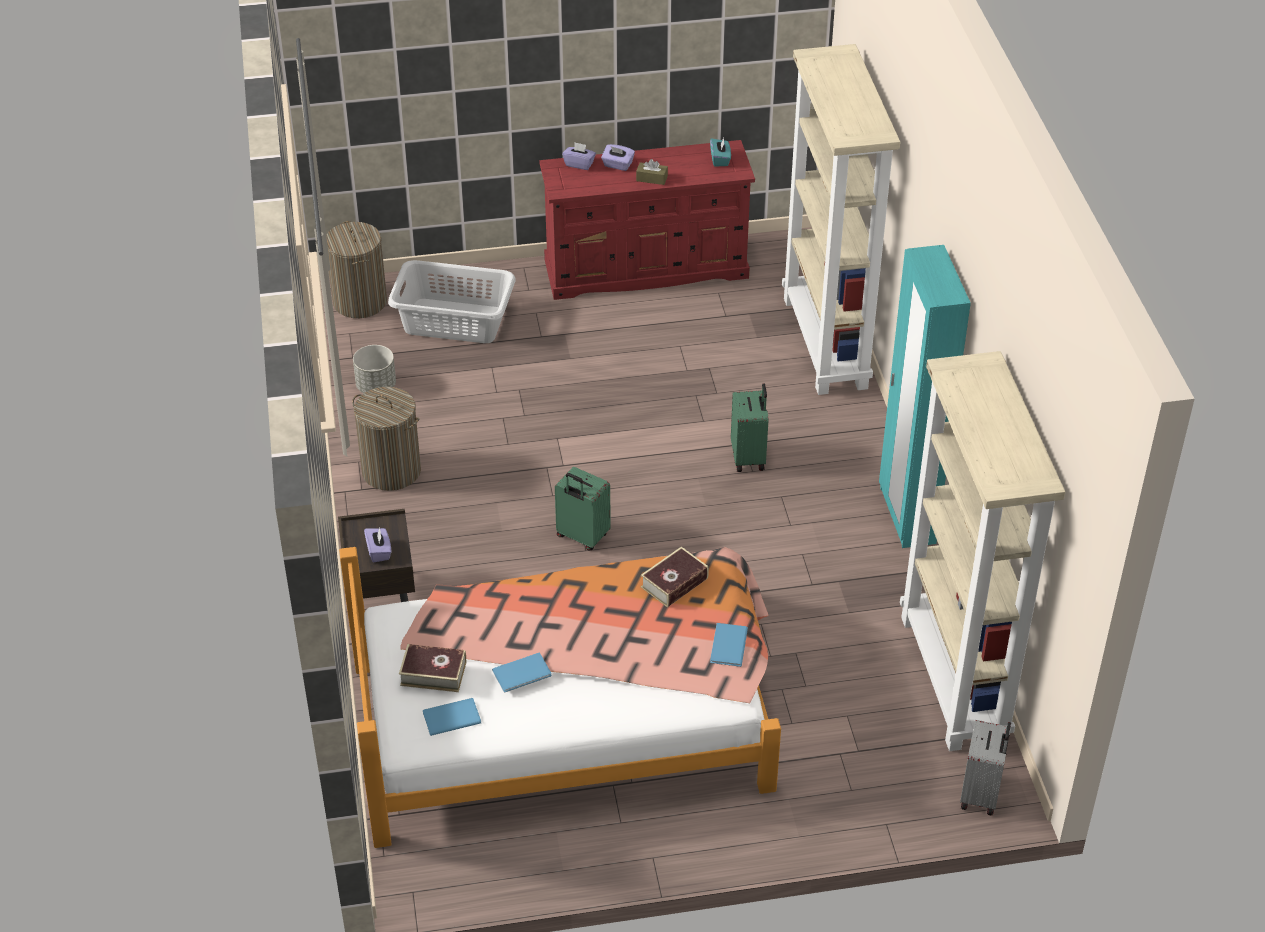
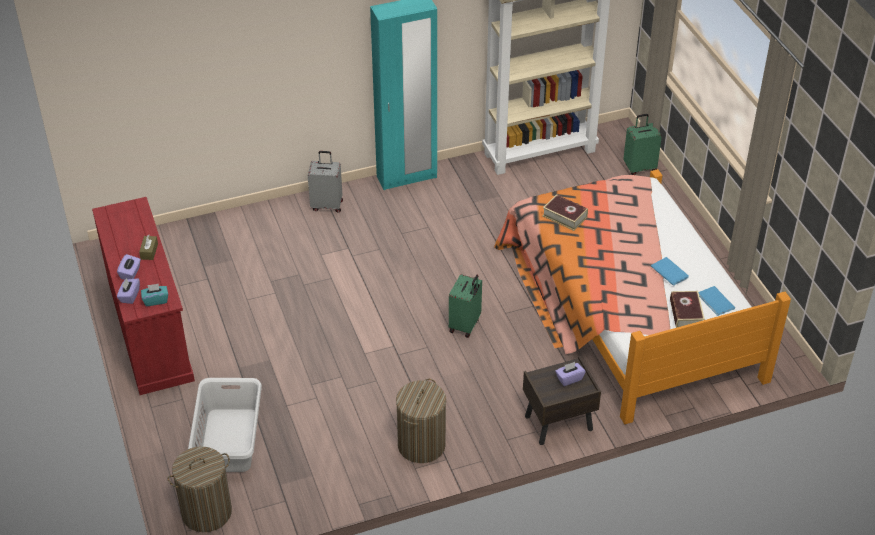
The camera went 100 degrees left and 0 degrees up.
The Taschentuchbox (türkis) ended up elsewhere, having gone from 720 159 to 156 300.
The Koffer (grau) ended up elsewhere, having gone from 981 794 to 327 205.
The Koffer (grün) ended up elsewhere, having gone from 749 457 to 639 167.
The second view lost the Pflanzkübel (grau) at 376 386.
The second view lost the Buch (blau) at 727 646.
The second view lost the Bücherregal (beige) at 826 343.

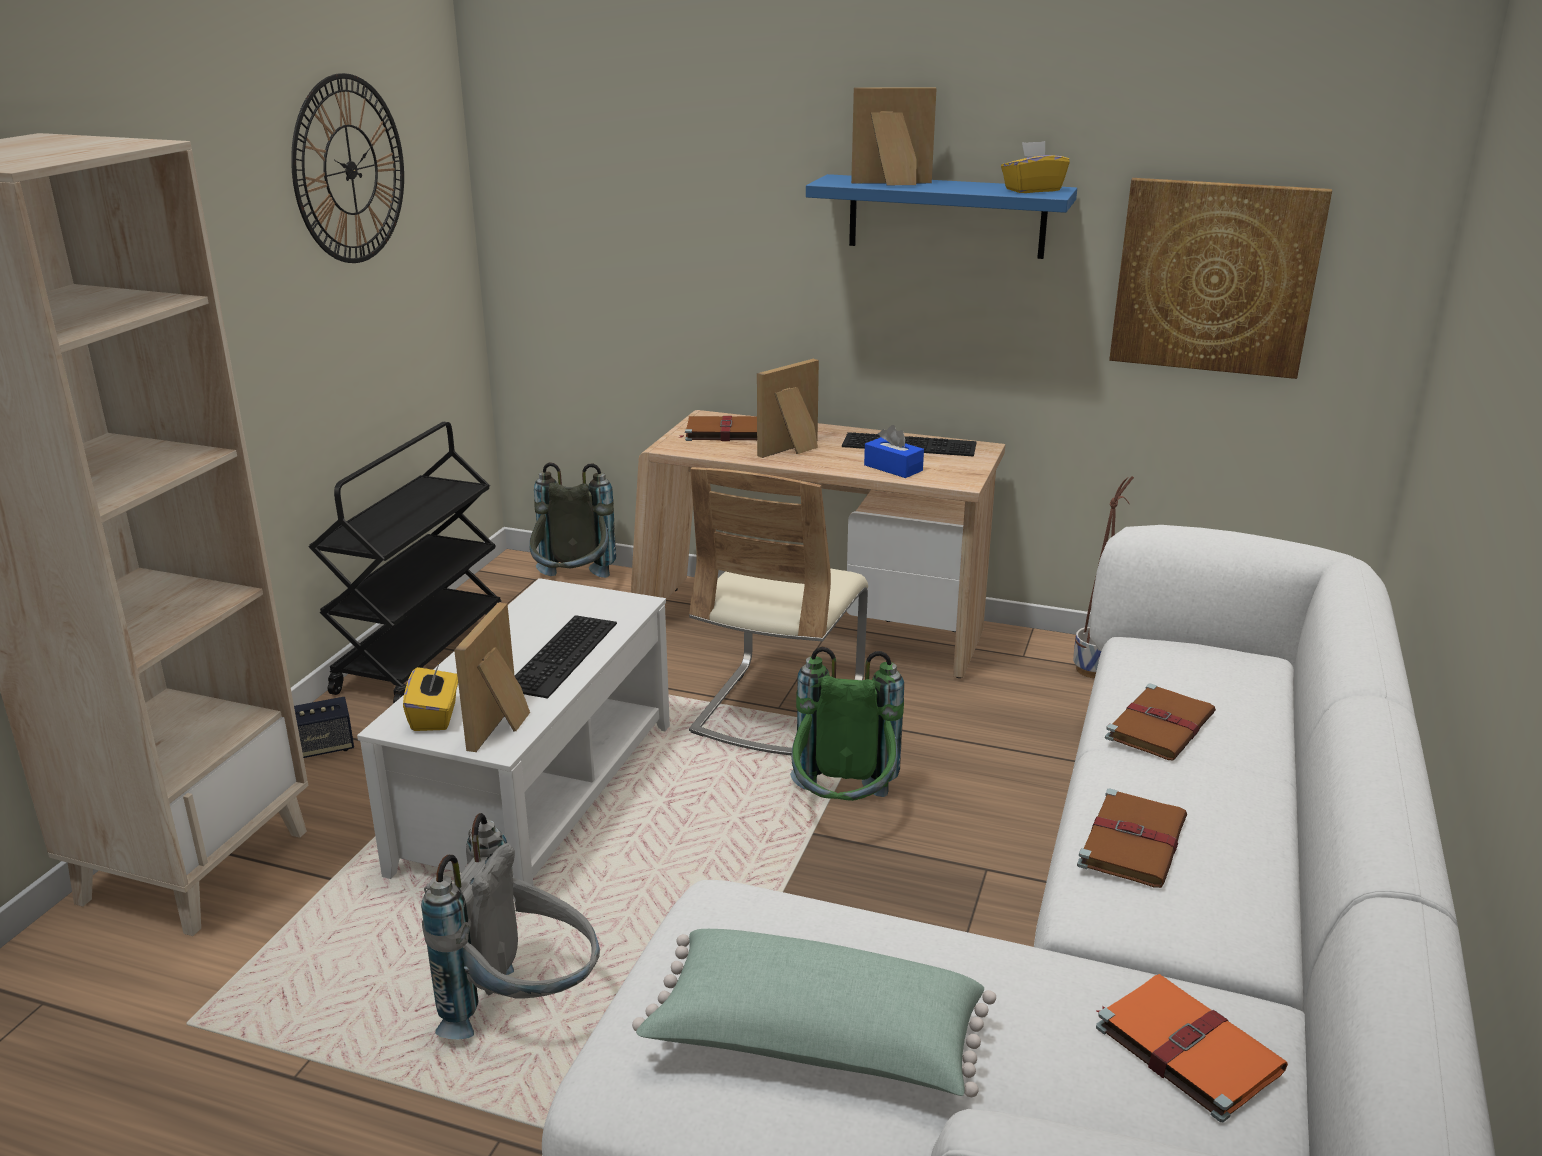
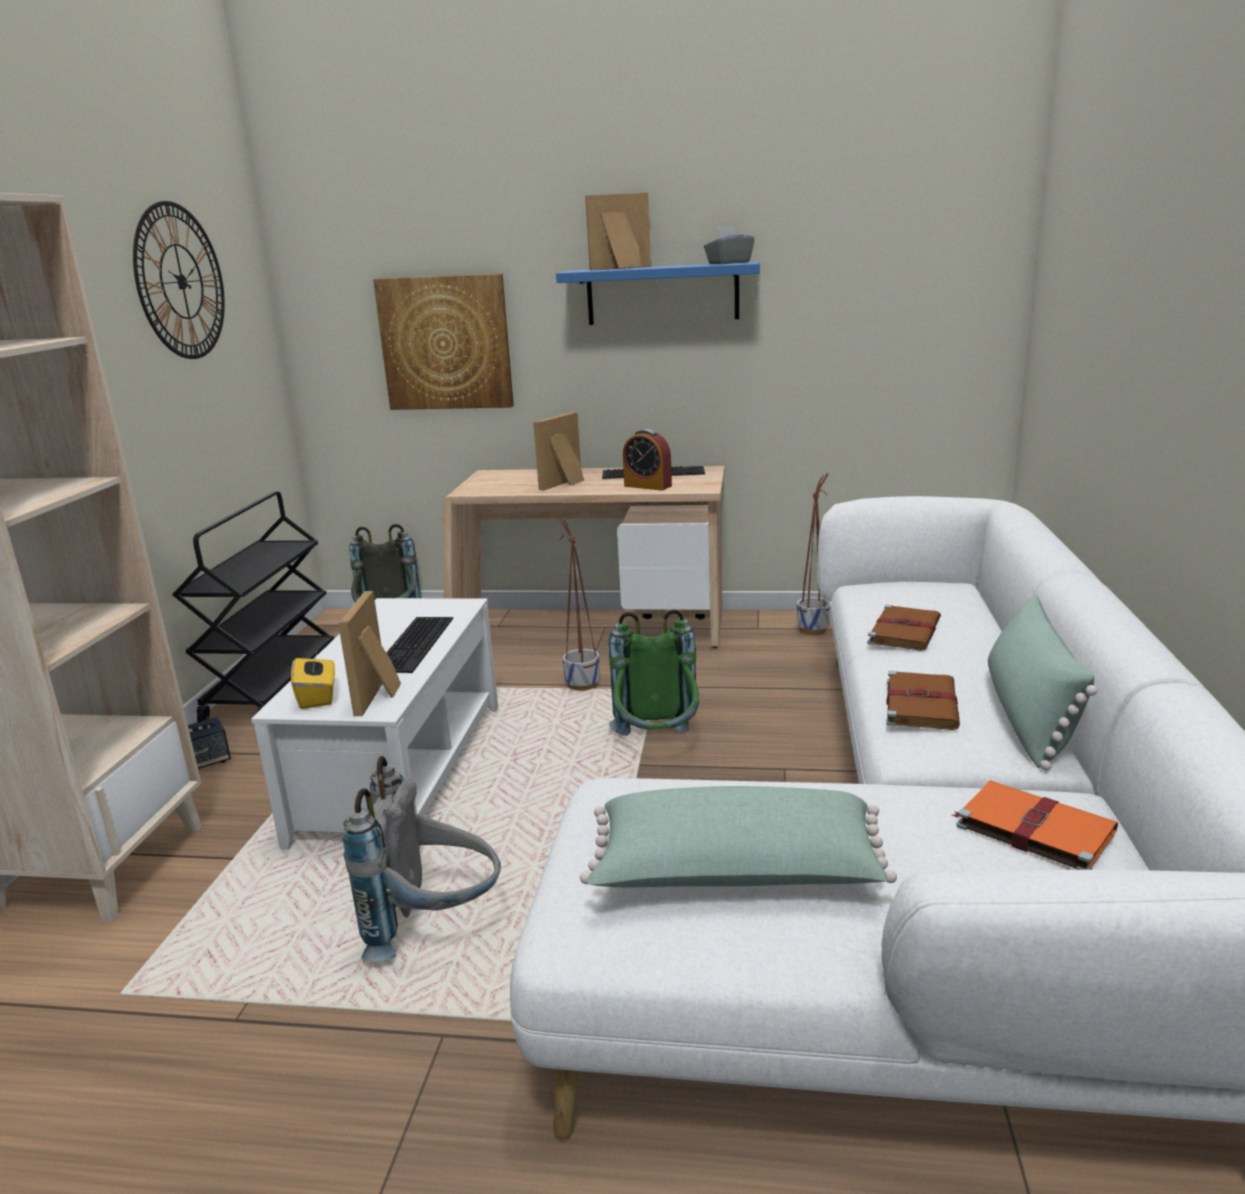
The camera went 10 degrees left and 5 degrees down.
The Bild ended up elsewhere, having gone from 1215 277 to 446 343.
Where the Stuhl (beige) stood at 778 709, the Pflanzkübel came to stand at 582 686.
Where the Taschentuchbox (blau) stood at 893 468, the Wecker came to stand at 647 486.
What was the Taschentuchbox (gelb) at 1032 190 turned into the Taschentuchbox (grau) at 728 263.
The second view gained the Kissen (grün) at 1029 716.
The second view lost the Buch (braun) at 724 432.

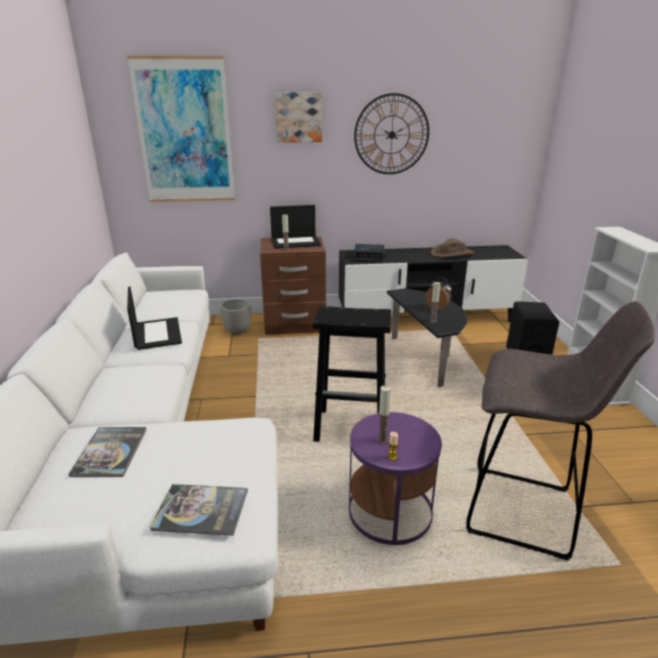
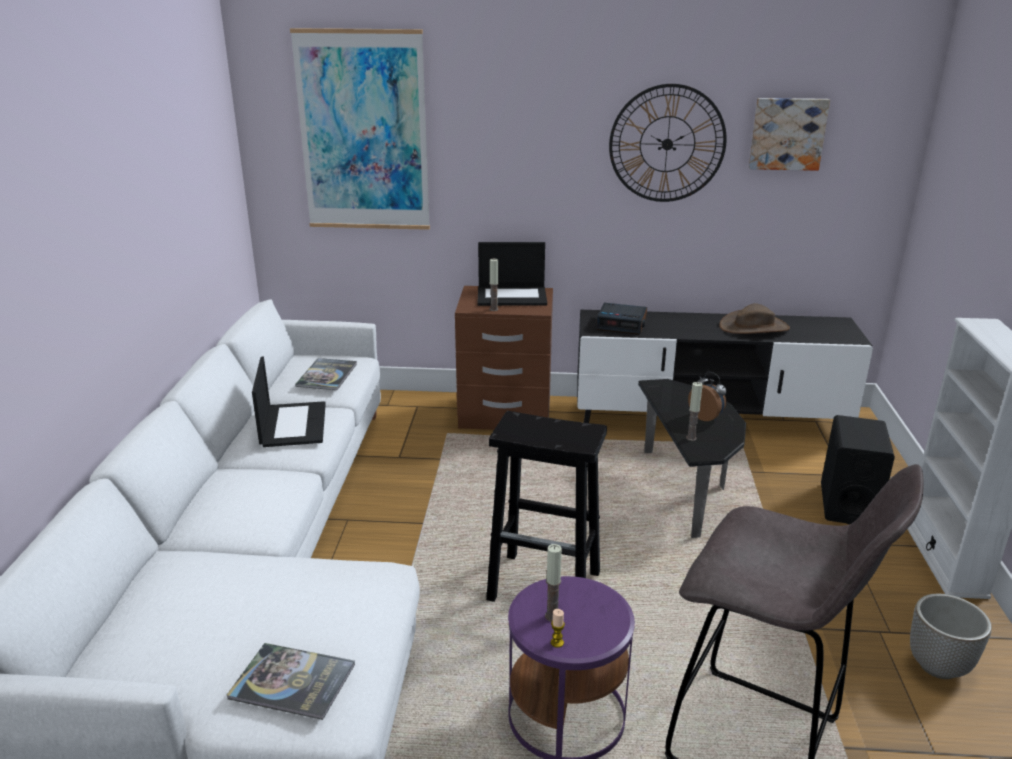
The camera went 10 degrees right and 0 degrees up.
The Buch ended up elsewhere, having gone from 110 452 to 327 375.
The Bild ended up elsewhere, having gone from 298 117 to 787 133.
The Pflanzkübel ended up elsewhere, having gone from 238 331 to 939 666.

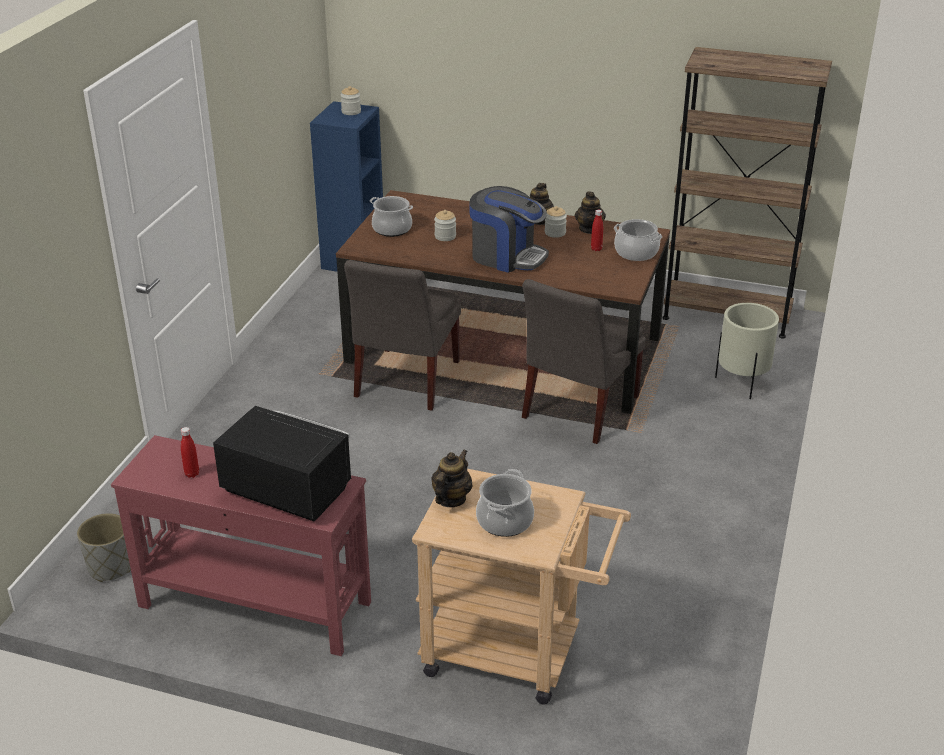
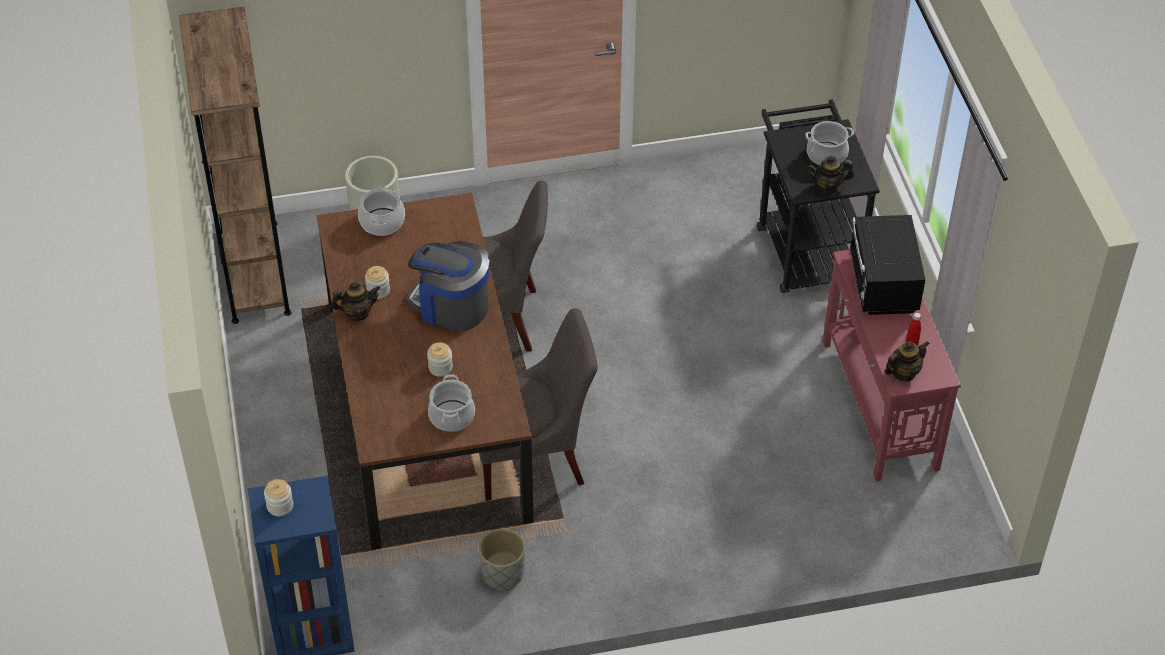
The camera went 120 degrees left and 15 degrees up.
The Kaffeemaschine at 507 256 ended up facing another way, 60 degrees counterclockwise from before.
The Pflanzkübel (grau) ended up elsewhere, having gone from 111 567 to 502 574.
What was the Rollwagen (beige) at 516 654 turned into the Rollwagen (schwarz) at 805 246.
The Teekanne ended up elsewhere, having gone from 589 229 to 903 373.
The second view lost the Flasche (rot) at 596 249.

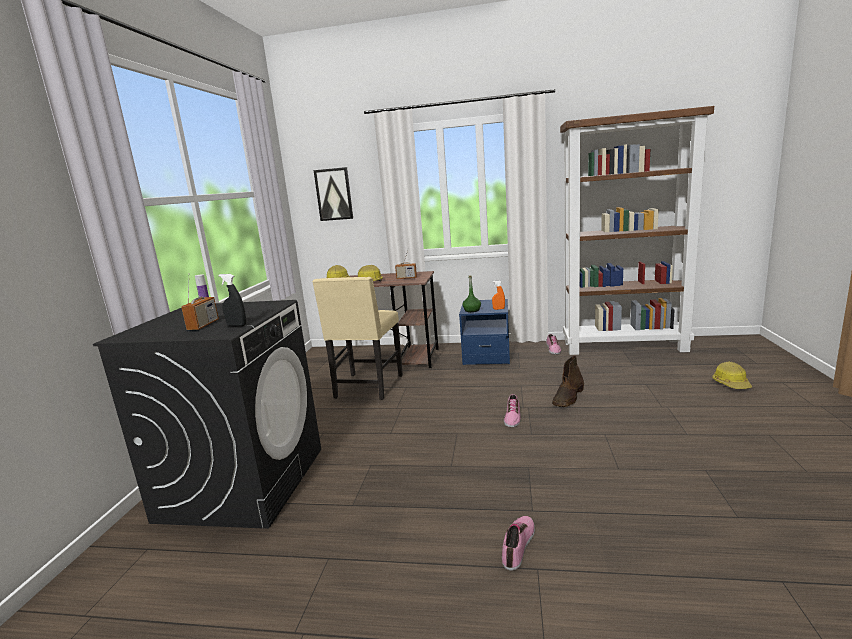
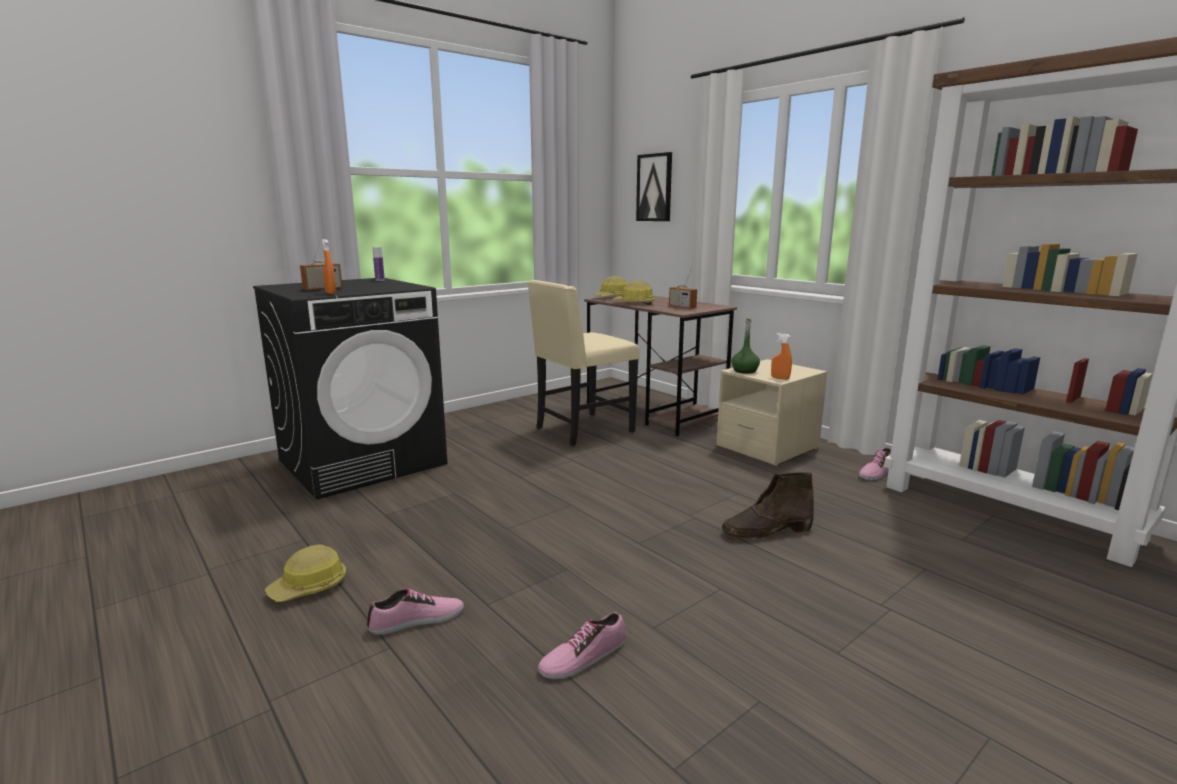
The camera went 40 degrees right and 0 degrees up.
The Schutzhelm ended up elsewhere, having gone from 731 384 to 309 587.
What was the Sprühflasche (schwarz) at 236 325 turned into the Sprühflasche (orange) at 330 293.
The Schuh ended up elsewhere, having gone from 512 417 to 583 656.
What was the Nachttisch (blau) at 486 356 turned into the Nachttisch (beige) at 767 447.

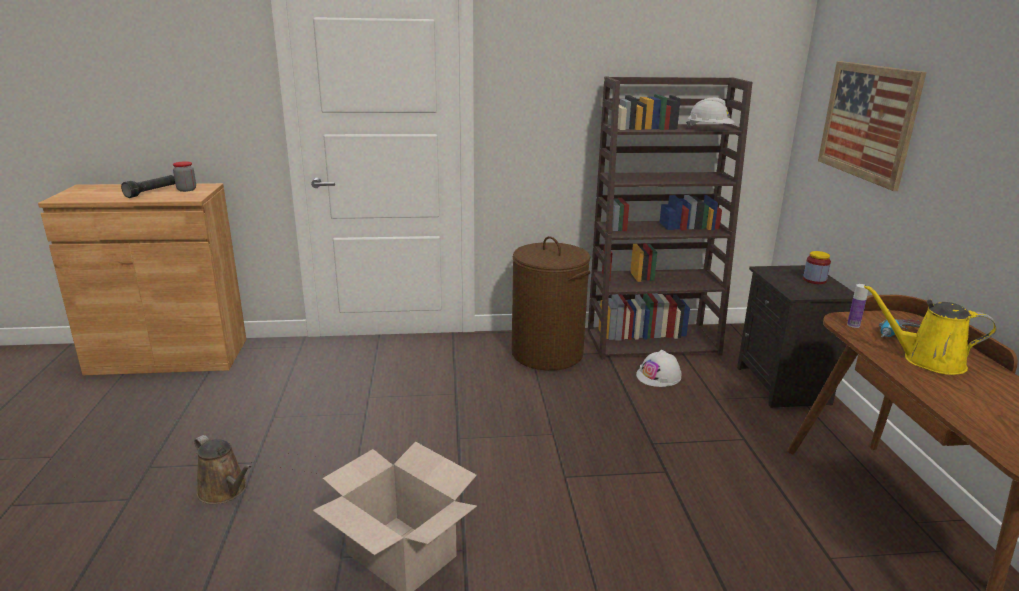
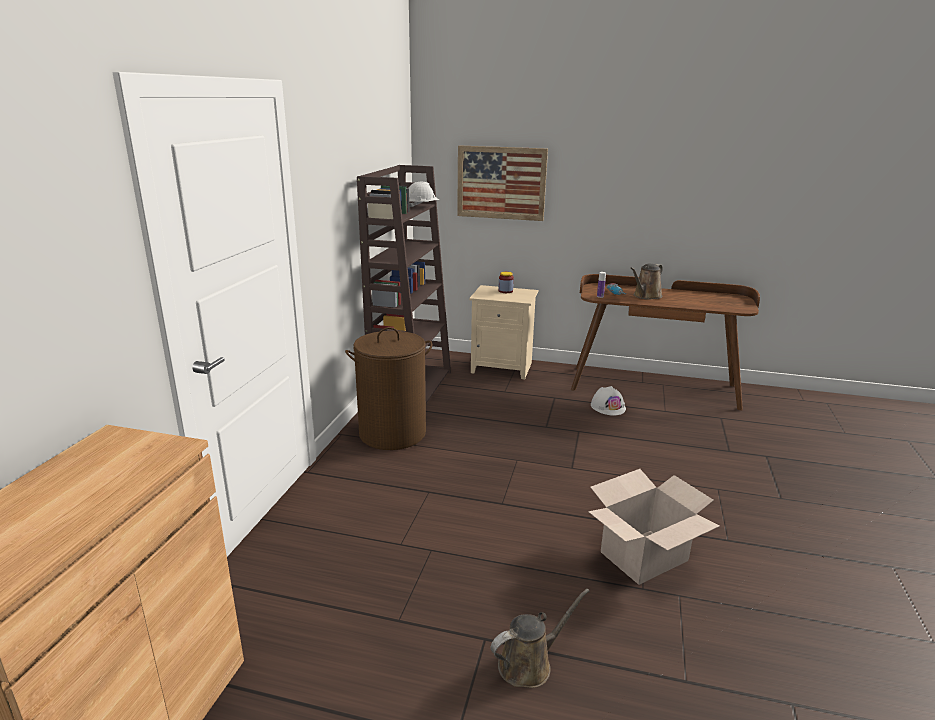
The camera went 70 degrees left and 0 degrees up.
What was the Nachttisch (schwarz) at 784 386 turned into the Nachttisch (beige) at 502 367.
The Schutzhelm (weiß) ended up elsewhere, having gone from 659 376 to 608 406.
What was the Gießkanne (gelb) at 927 360 turned into the Gießkanne (braun) at 646 296.
The second view lost the Taschenlampe (schwarz) at 151 192.
The second view lost the Vorratsglas at 186 190.

